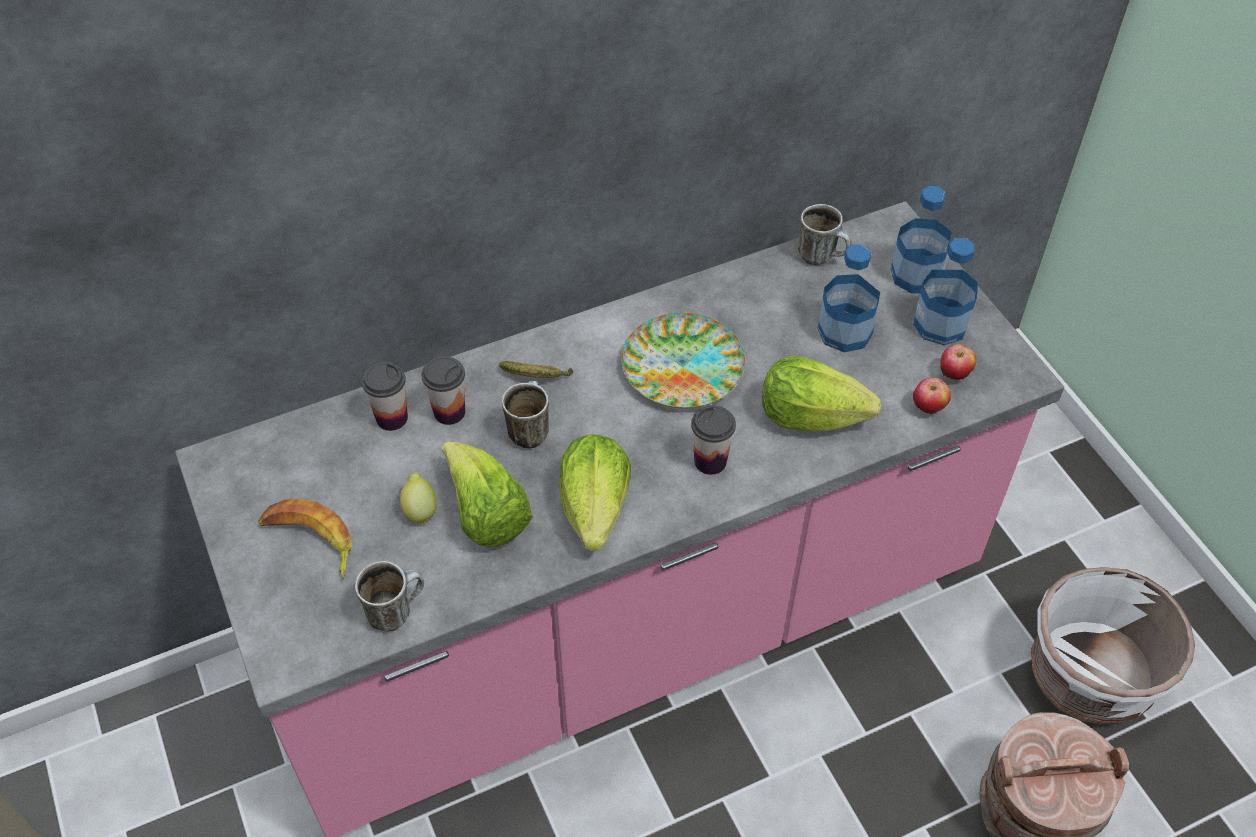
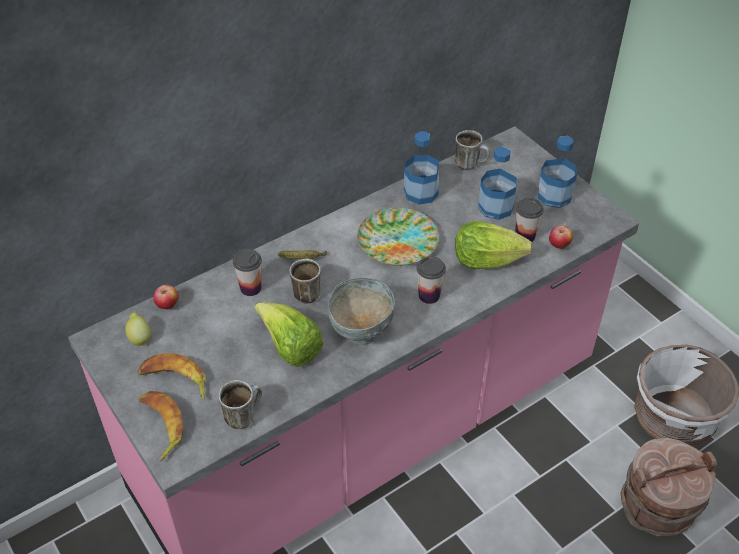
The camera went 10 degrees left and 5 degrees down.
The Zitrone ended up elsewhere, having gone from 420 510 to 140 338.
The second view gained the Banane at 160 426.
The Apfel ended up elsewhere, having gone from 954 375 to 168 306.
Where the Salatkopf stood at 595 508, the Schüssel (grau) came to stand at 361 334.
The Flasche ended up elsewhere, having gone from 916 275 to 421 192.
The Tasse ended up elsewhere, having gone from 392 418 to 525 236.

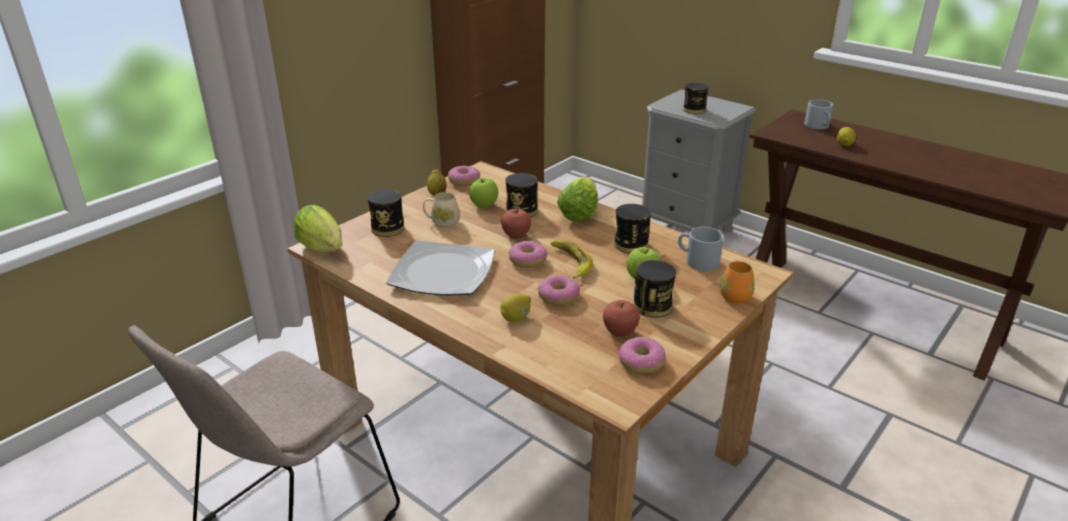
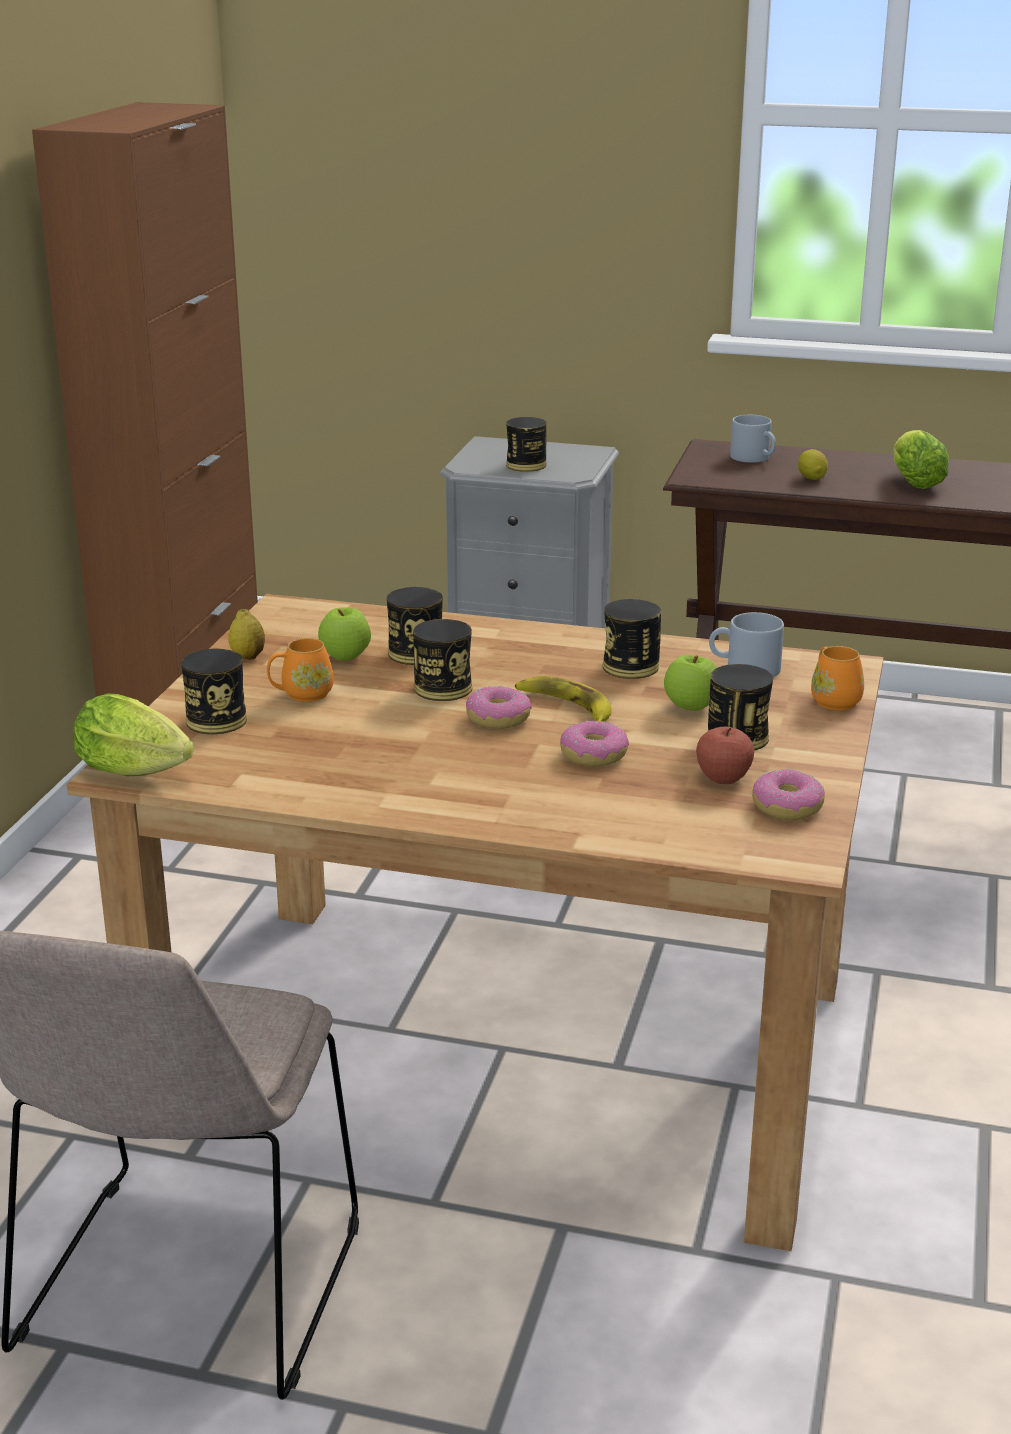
The camera went 25 degrees left and 5 degrees down.
What was the Henkelbecher (beige) at 442 222 turned into the Henkelbecher (orange) at 301 694.
Where the Apfel stood at 516 235, the Dose came to stand at 443 688.
The Salatkopf ended up elsewhere, having gone from 580 213 to 913 481.
The second view lost the Teller at 442 272.
The second view lost the Donut at 464 181.
The second view lost the Zitrone at 516 318.

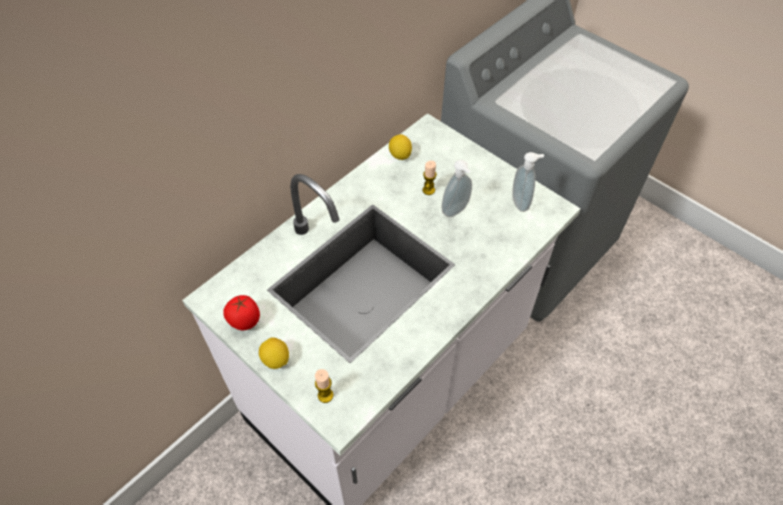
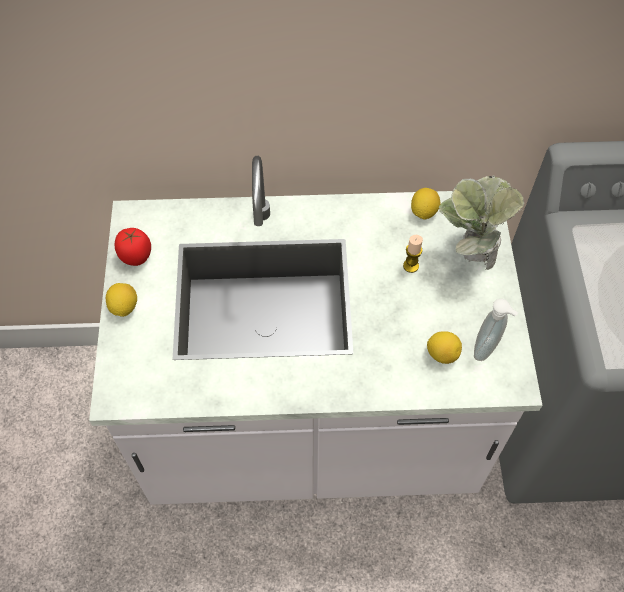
The camera went 45 degrees right and 5 degrees up.
The second view gained the Zitrone at 442 354.
The second view gained the Topfpflanze at 469 256.
The second view lost the Kerze at 325 395.
The second view lost the Seifenspender at 456 211.

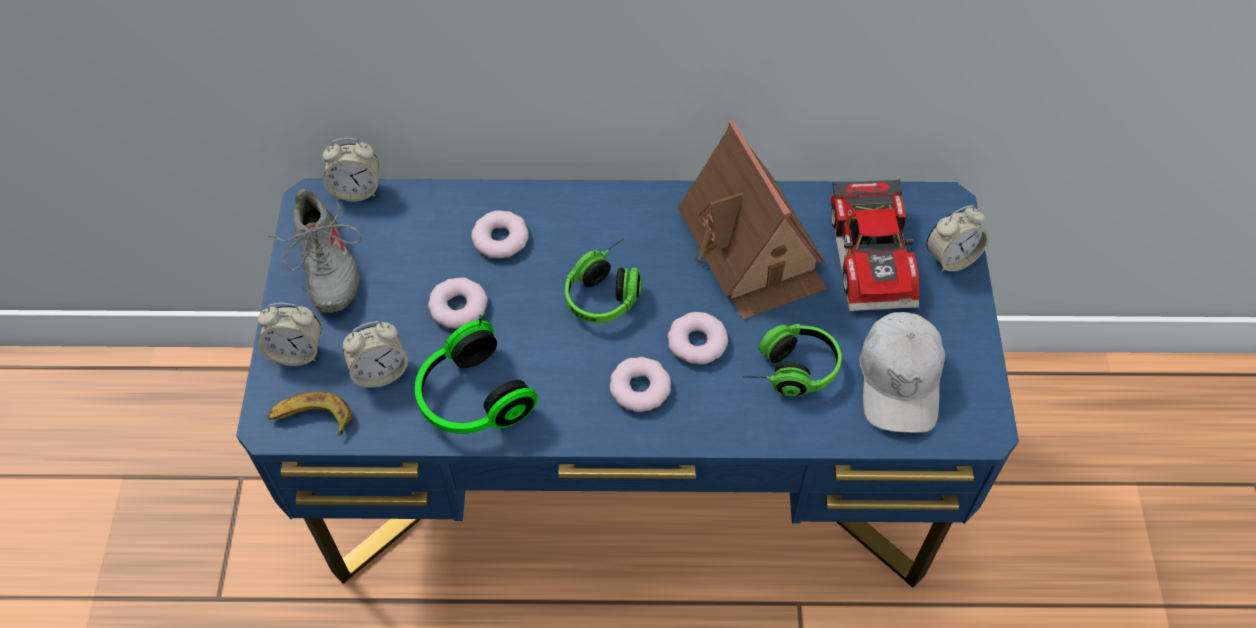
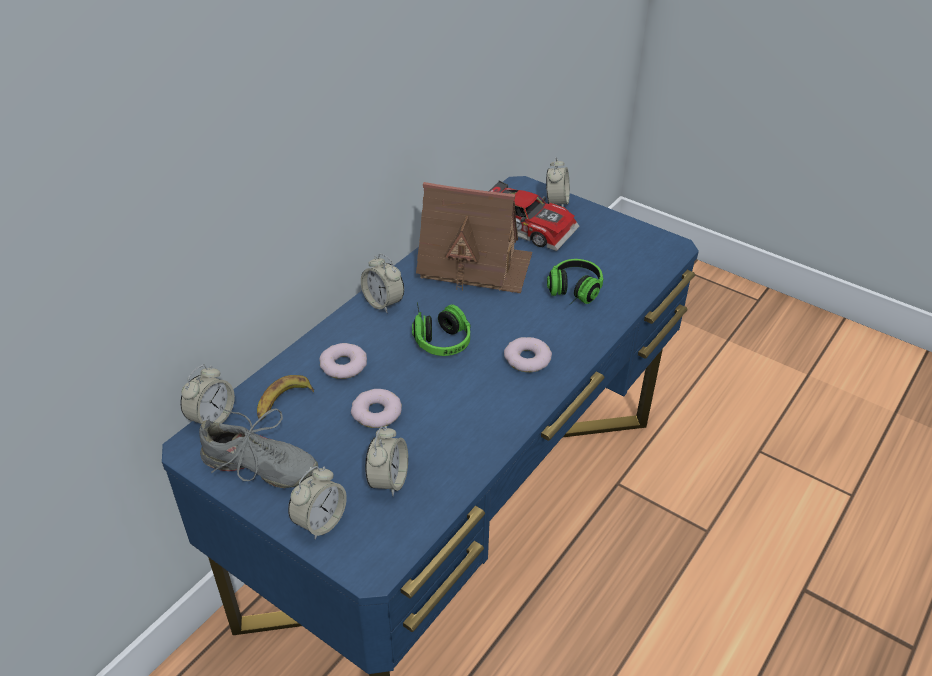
The camera went 55 degrees left and 15 degrees down.
The Banane ended up elsewhere, having gone from 311 418 to 283 402.
The second view gained the Wecker at 383 303.
The second view lost the Kopfhörer at 471 398.
The second view lost the Donut at 697 342.
The second view lost the Kappe (weiß) at 900 380.

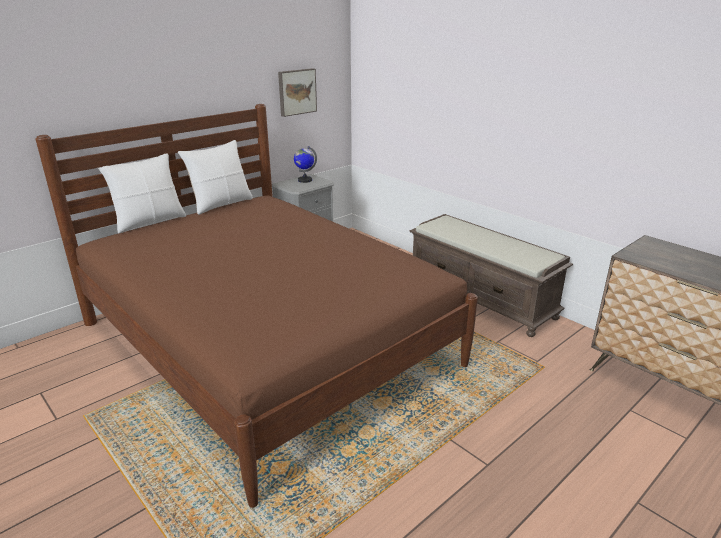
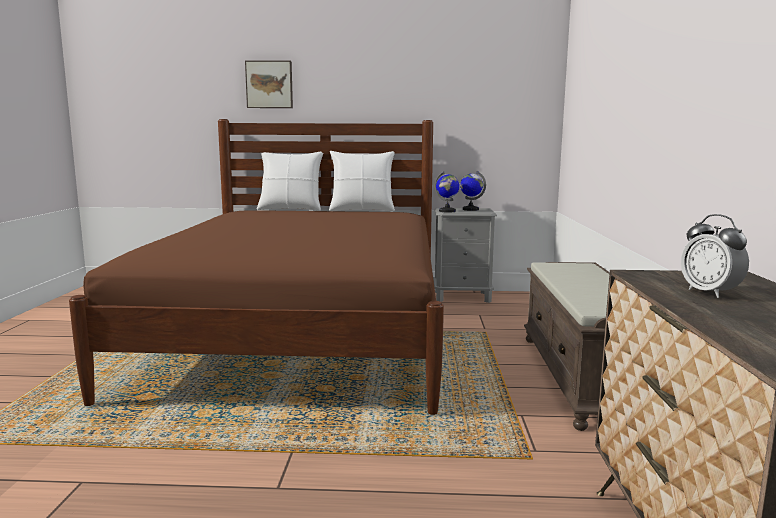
The camera went 45 degrees right and 15 degrees down.
The Bild ended up elsewhere, having gone from 296 92 to 269 84.
The second view gained the Globus at 447 211.
The second view gained the Wecker at 710 293.

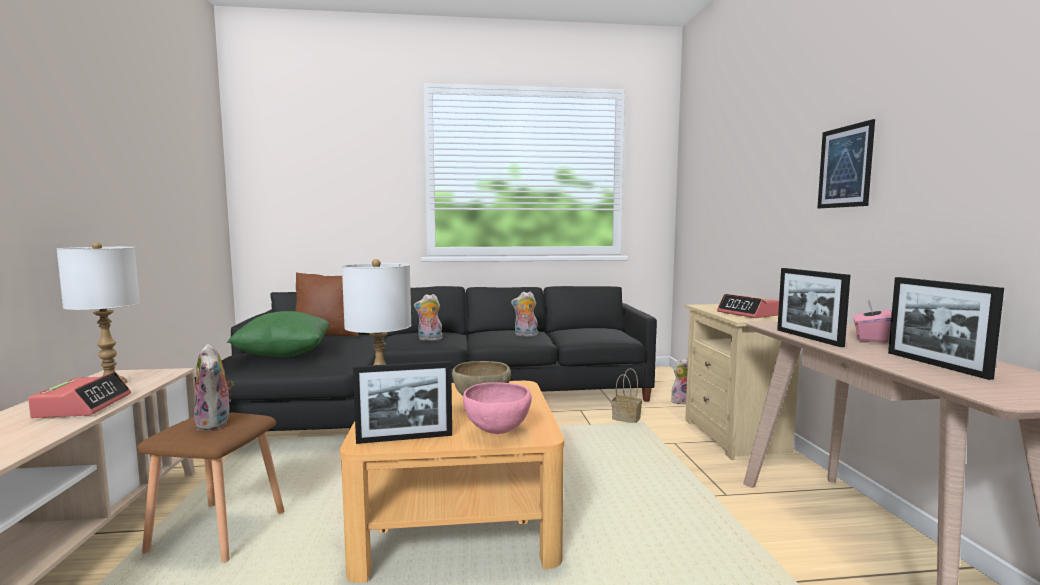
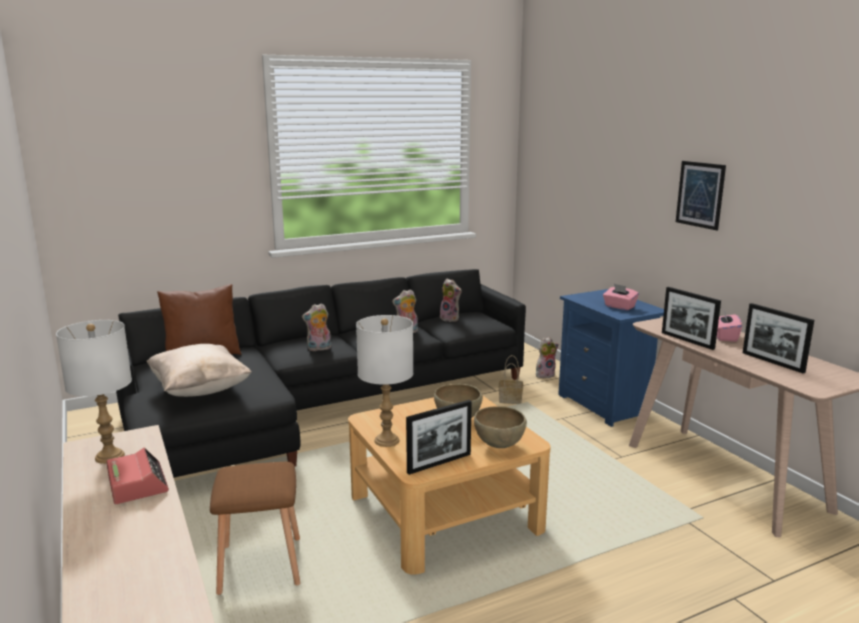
The camera went 20 degrees left and 10 degrees up.
What was the Kissen (grün) at 284 354 turned into the Kissen (beige) at 200 390.
The Plüschtier ended up elsewhere, having gone from 216 423 to 450 319.
What was the Schüssel (rosa) at 497 432 turned into the Schüssel (braun) at 498 446.
What was the Nachttisch (beige) at 738 437 turned into the Nachttisch (blau) at 606 405.
Where the Wecker stood at 748 314, the Taschentuchbox (rosa) came to stand at 619 307.

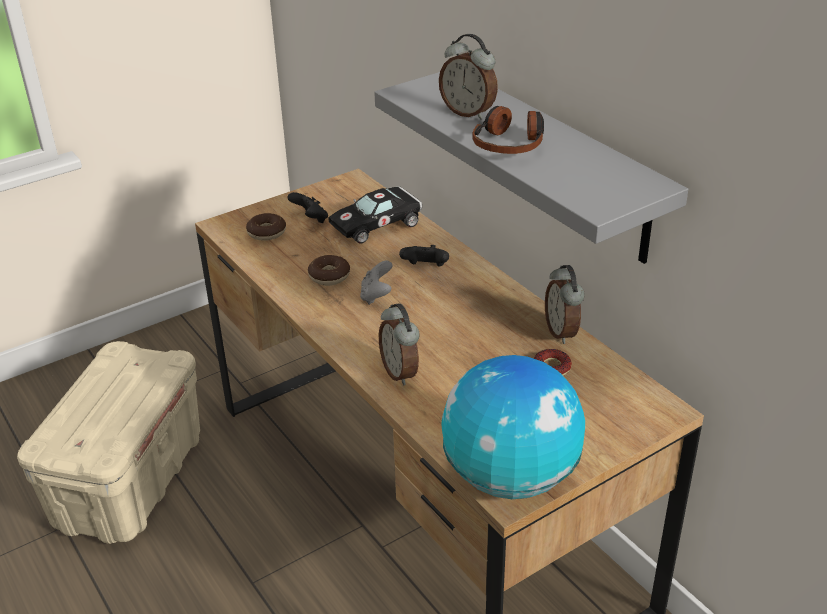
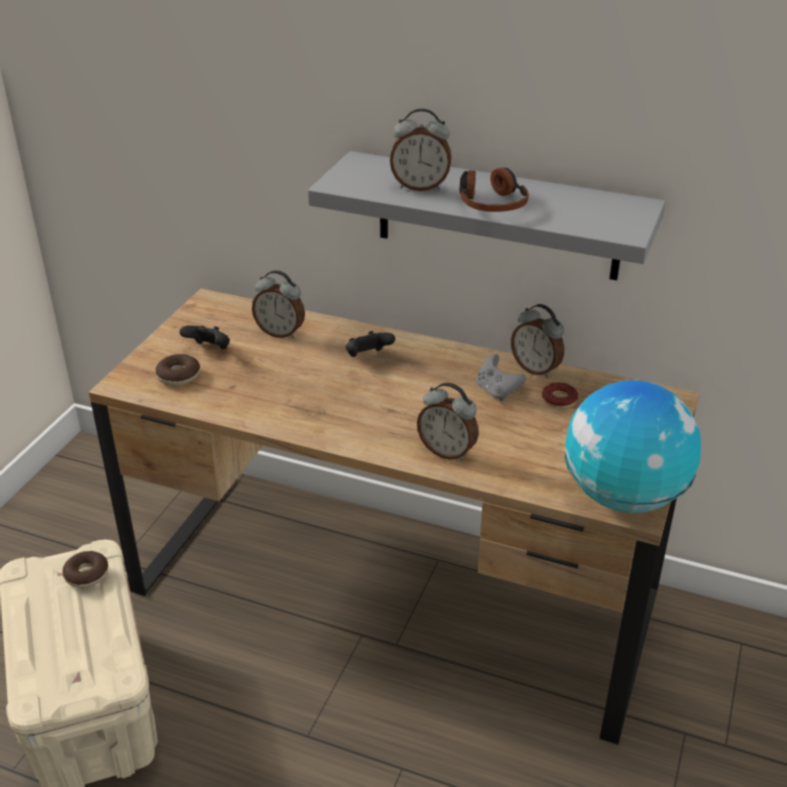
The camera went 35 degrees left and 0 degrees up.
The Donut ended up elsewhere, having gone from 329 276 to 87 574.
Where the Spielzeugauto (schwarz) stood at 379 224, the Wecker came to stand at 280 332.
The Gamepad (grau) ended up elsewhere, having gone from 376 296 to 497 391.

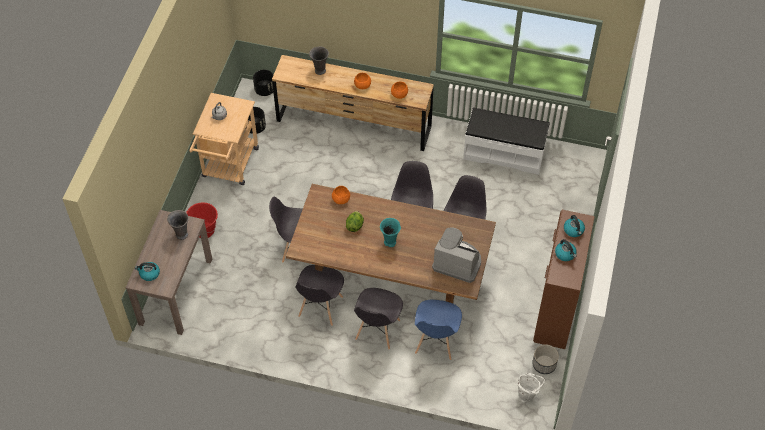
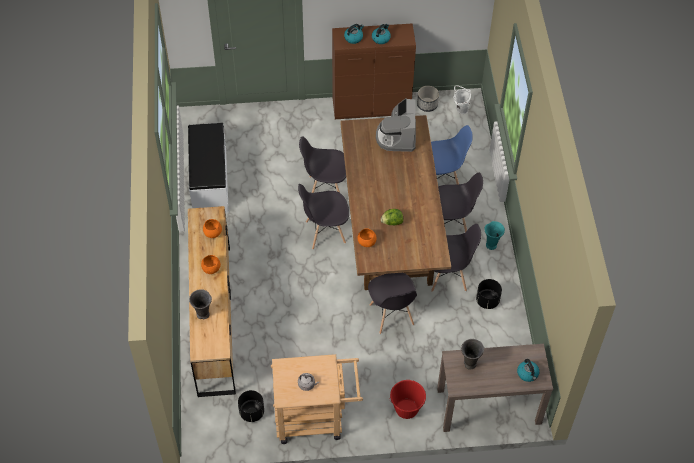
The camera went 110 degrees left and 0 degrees up.
The Pflanzkübel (schwarz) ended up elsewhere, having gone from 264 90 to 487 301.
The Vase (türkis) ended up elsewhere, having gone from 390 242 to 491 244.

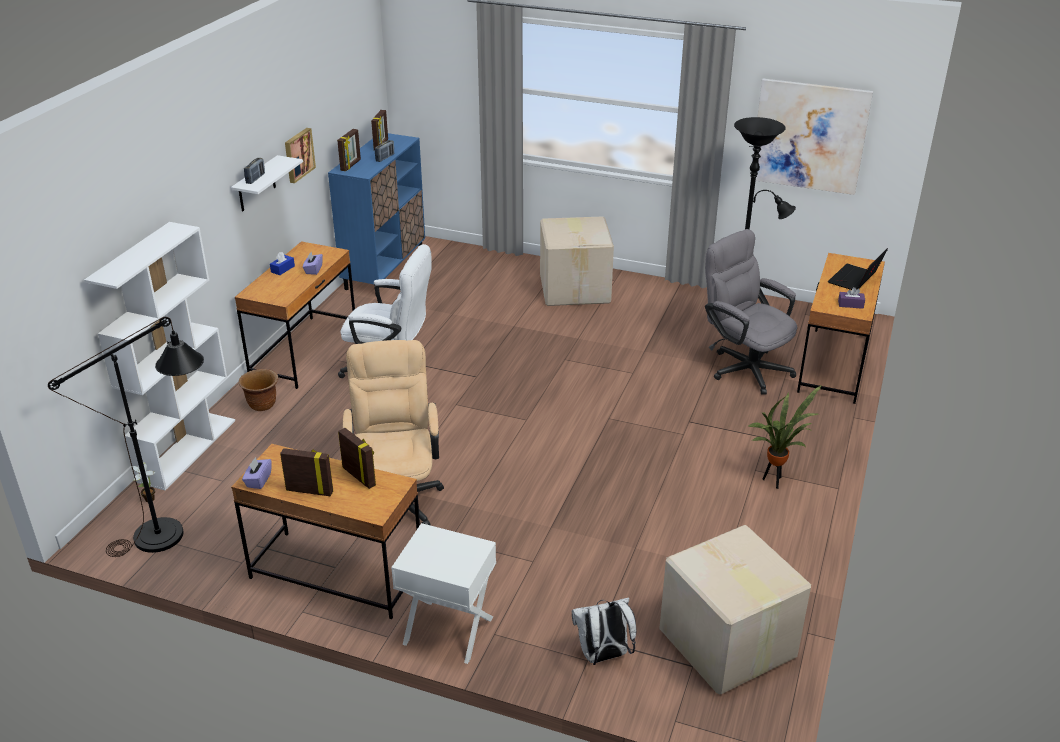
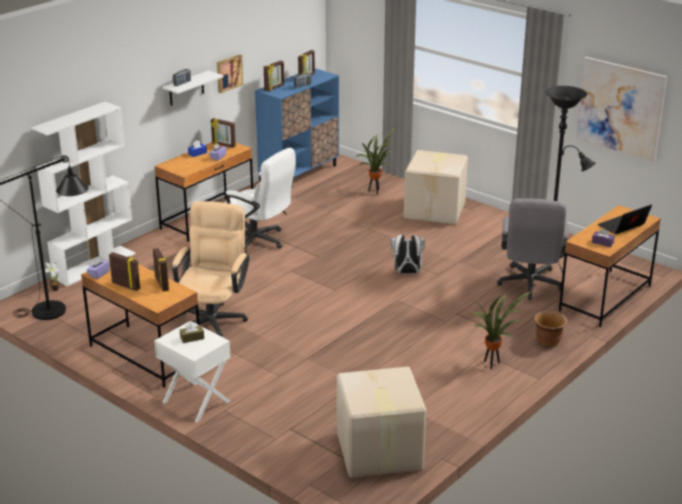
The camera went 20 degrees right and 5 degrees down.
The second view gained the Taschentuchbox (braun) at 192 338.
The second view gained the Bilderrahmen at 223 145.
The second view gained the Topfpflanze at 375 191.
The Rucksack (weiß) ended up elsewhere, having gone from 603 656 to 407 272.
The Bürostuhl (grau) at 744 366 ended up facing another way, 150 degrees counterclockwise from before.
The Pflanzkübel (braun) ended up elsewhere, having gone from 262 405 to 548 342.

